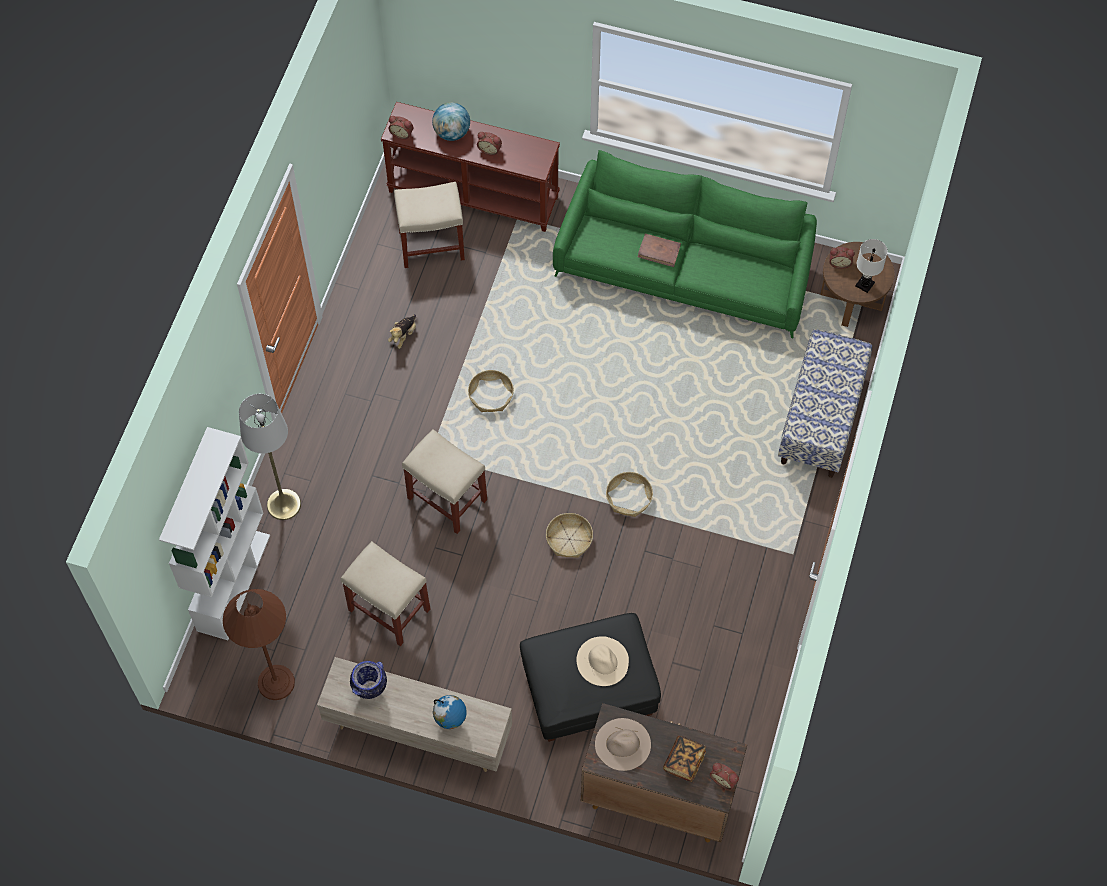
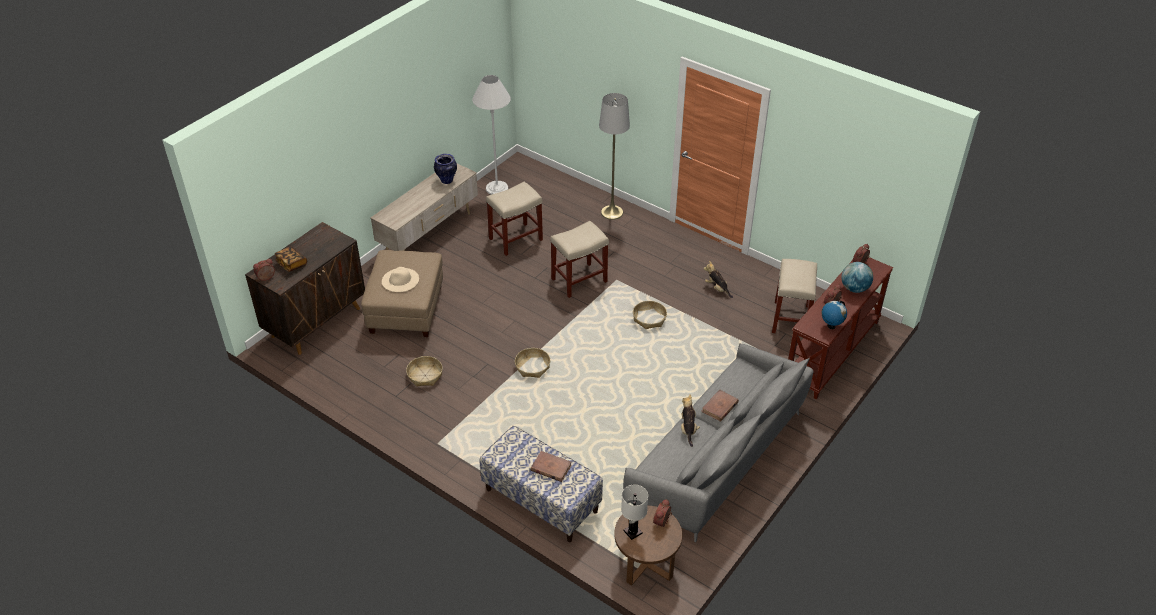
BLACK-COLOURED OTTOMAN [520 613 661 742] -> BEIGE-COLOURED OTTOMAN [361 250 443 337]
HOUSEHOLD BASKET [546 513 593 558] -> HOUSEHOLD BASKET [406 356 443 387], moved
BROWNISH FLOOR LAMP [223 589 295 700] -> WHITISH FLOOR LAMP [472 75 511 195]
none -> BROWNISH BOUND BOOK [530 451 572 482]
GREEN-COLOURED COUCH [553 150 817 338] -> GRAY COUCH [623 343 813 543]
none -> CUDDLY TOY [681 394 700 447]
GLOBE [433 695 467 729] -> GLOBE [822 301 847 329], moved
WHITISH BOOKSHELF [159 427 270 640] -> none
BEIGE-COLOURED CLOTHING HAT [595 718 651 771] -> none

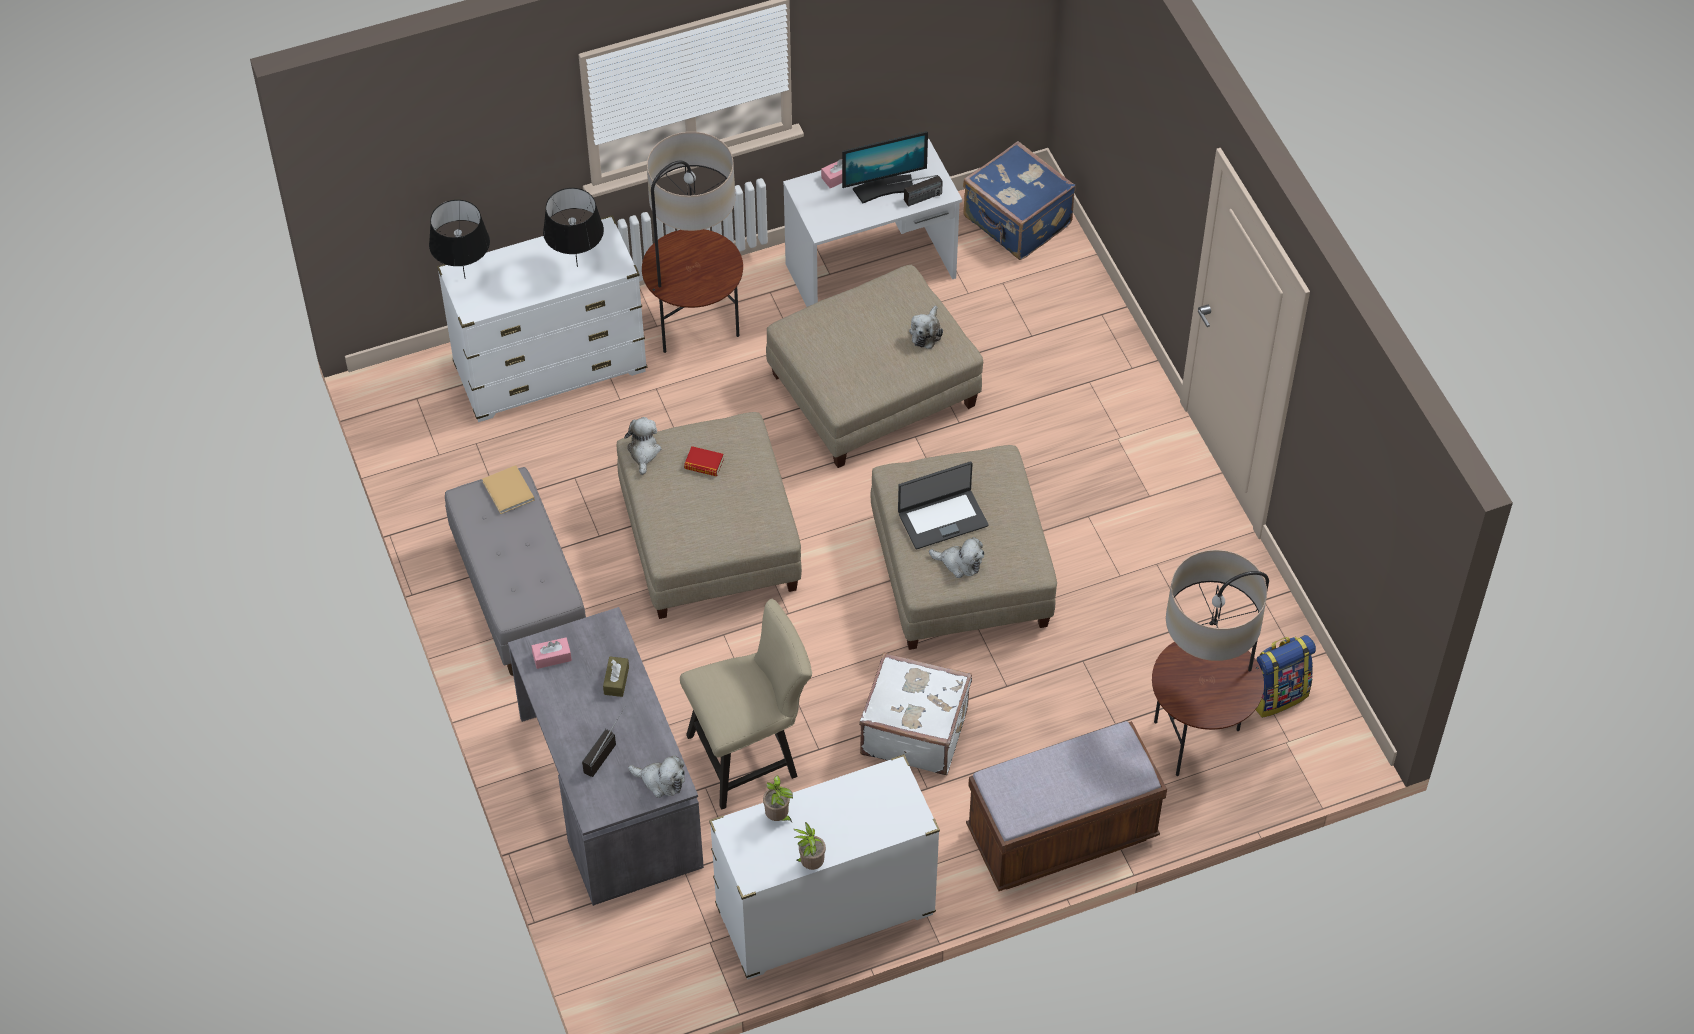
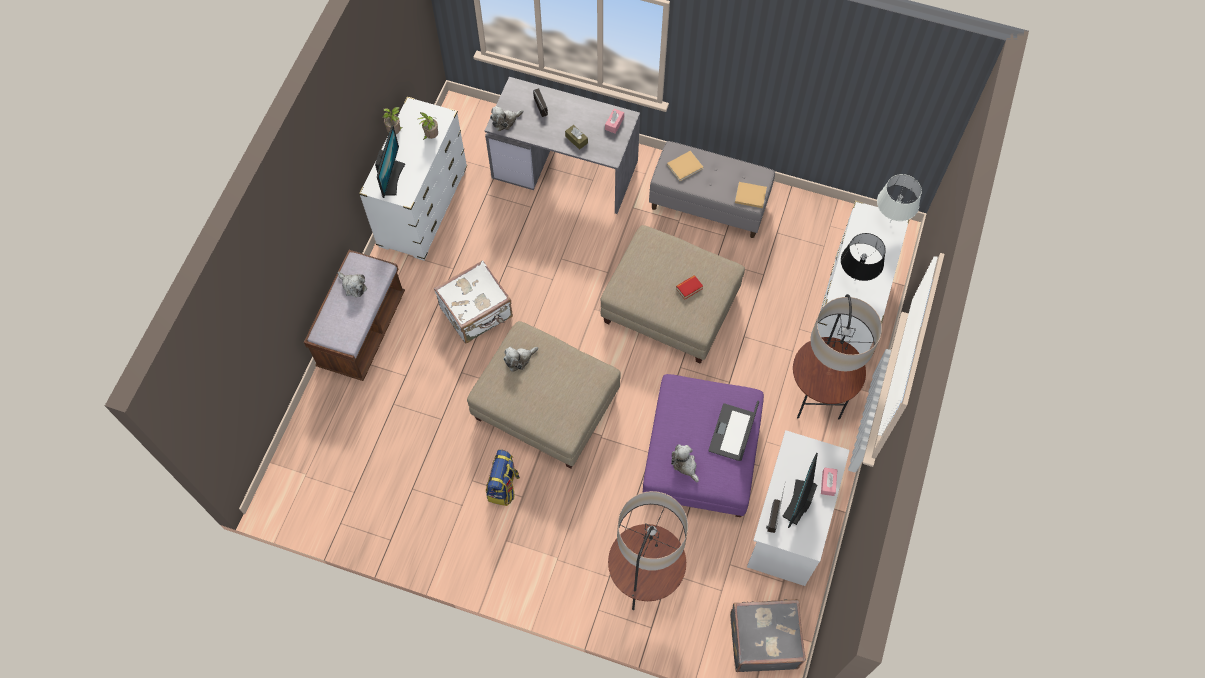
CUDDLY TOY [624 417 661 475] -> CUDDLY TOY [338 271 367 297], moved
none -> MONITOR [375 125 405 198]
KNAPSACK [1256 635 1316 718] -> KNAPSACK [486 449 520 506], moved
FLOOR LAMP [1152 550 1269 776] -> FLOOR LAMP [608 491 688 610], moved
BEIGE-COLOURED OTTOMAN [766 265 983 468] -> PURPLE OTTOMAN [643 374 764 517]
none -> BEIGE-COLOURED BOUND BOOK [667 151 703 181]
LAPTOP [898 461 989 549] -> LAPTOP [708 400 759 461], moved
BLUE TRAVEL CASE [963 141 1076 260] -> GRAY TRAVEL CASE [730 599 806 672]
BLACK-COLOURED LAMP FOR A TABLE [429 200 490 278] -> WHITISH LAMP FOR A TABLE [877 174 922 222]
BEIGE-COLOURED PLAIN CHAIR [680 599 812 810] -> none

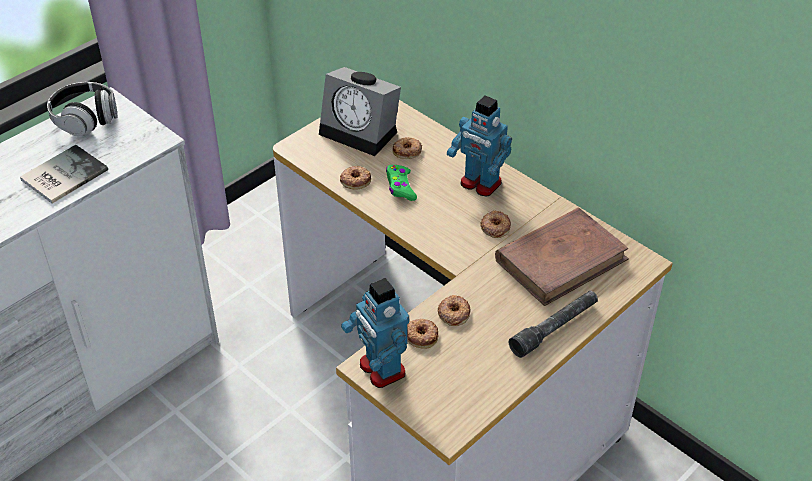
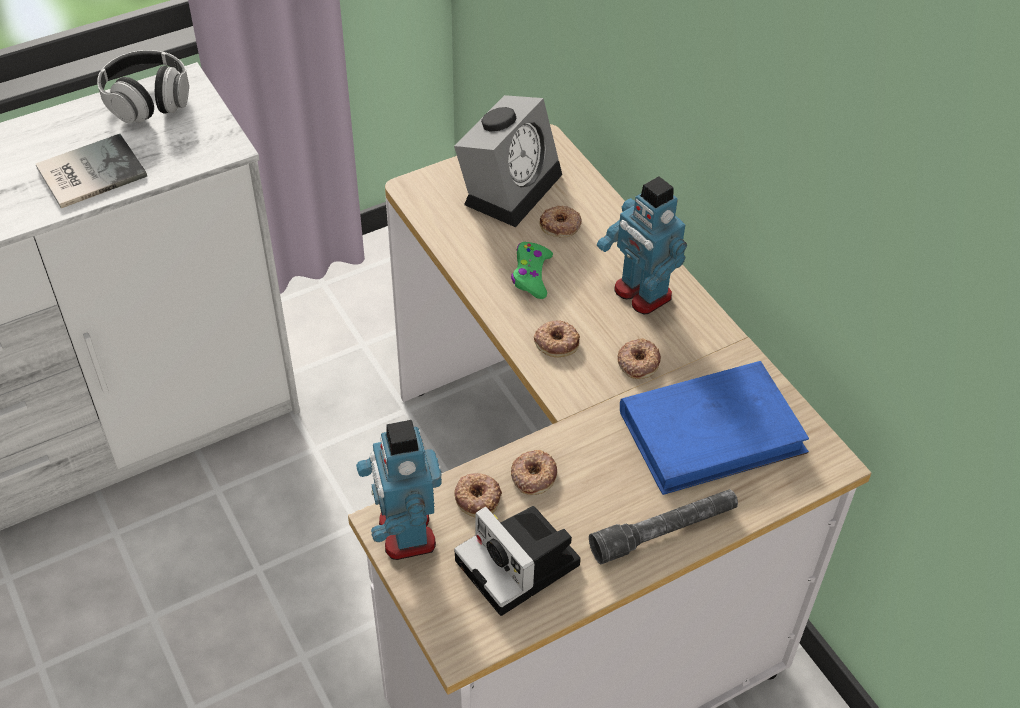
ALARM CLOCK [319 67 401 156] -> ALARM CLOCK [454 95 562 227], 105 degrees counterclockwise
none -> STILL CAMERA [454 506 581 616]
DONUT [340 166 371 189] -> DONUT [534 320 580 357], moved
BROWNISH BOUND BOOK [495 207 629 306] -> BLUE BOUND BOOK [620 361 809 495]

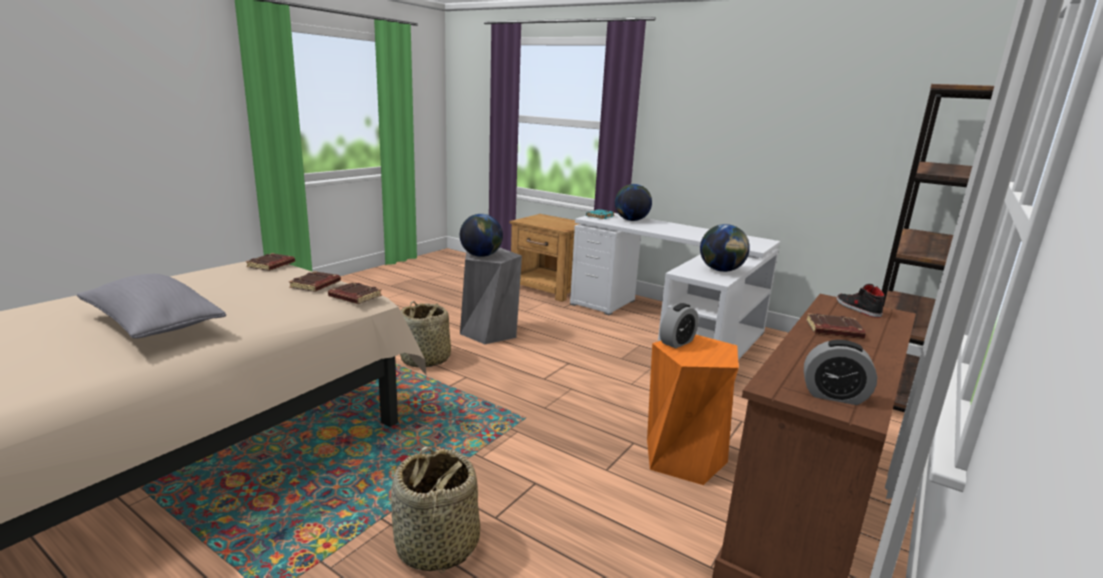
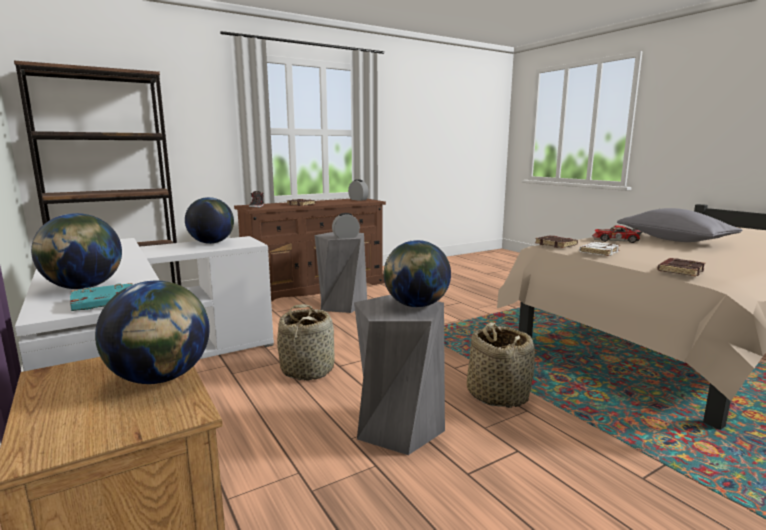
none -> GLOBE [95 281 210 384]
HOUSEHOLD BASKET [391 446 480 573] -> HOUSEHOLD BASKET [277 304 334 380], moved
ORANGE SITTING STOOL [647 334 739 485] -> GRAY SITTING STOOL [315 232 367 313]
BROWNISH BOUND BOOK [289 271 341 292] -> WHITISH BOUND BOOK [579 242 620 256]
none -> TOY CAR [592 225 643 243]

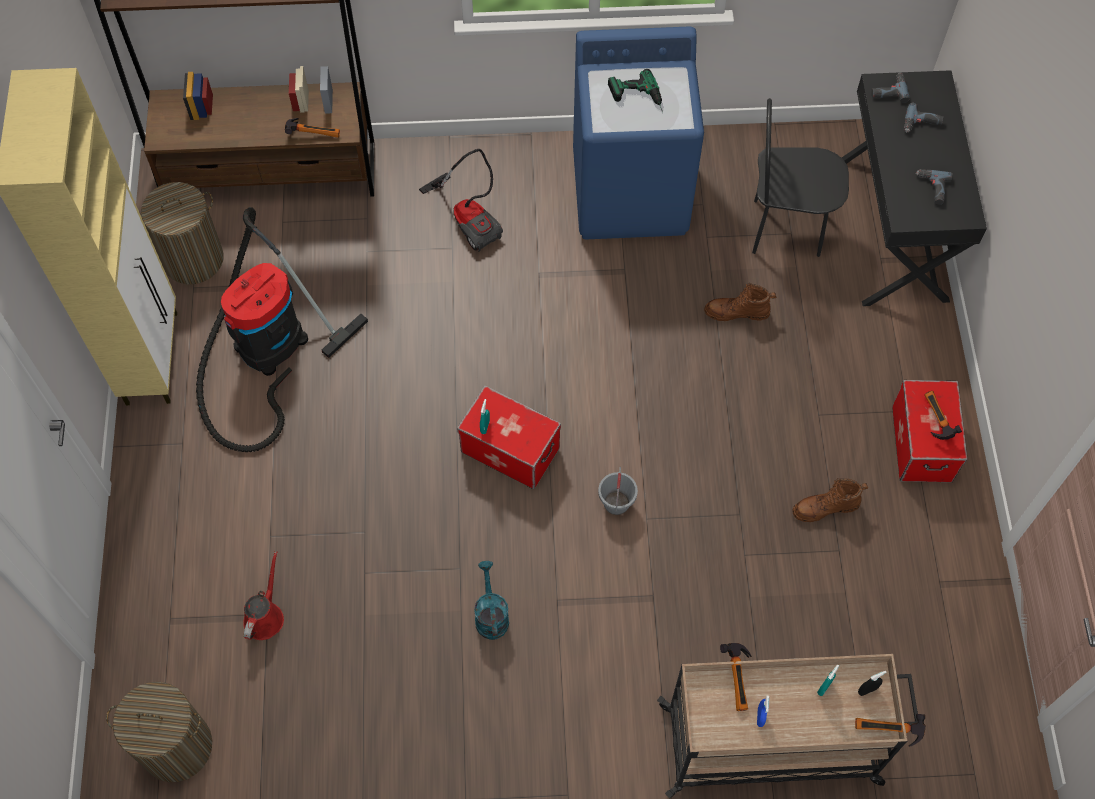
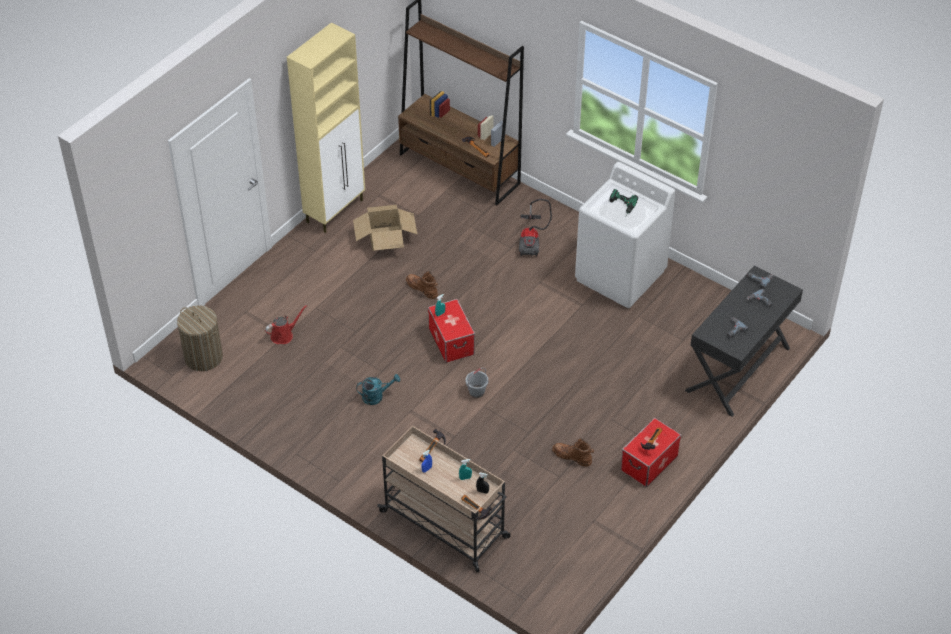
VACUUM CLEANER [196 207 368 452] -> CARDBOARD BOX [353 205 417 251]
BLUE-GREEN WATERING POT [474 561 509 640] -> BLUE-GREEN WATERING POT [356 374 400 405], 45 degrees clockwise
BROWNISH TALL BOOT [704 283 776 321] -> BROWNISH TALL BOOT [406 271 438 299], moved
BLUE LAUNDRY APPLIANCE [573 26 704 239] -> WHITISH LAUNDRY APPLIANCE [575 162 675 308]
WASHING BASKET [141 182 224 284] -> none
BLACK-COLOURED PLAIN CHAIR [752 98 849 257] -> none

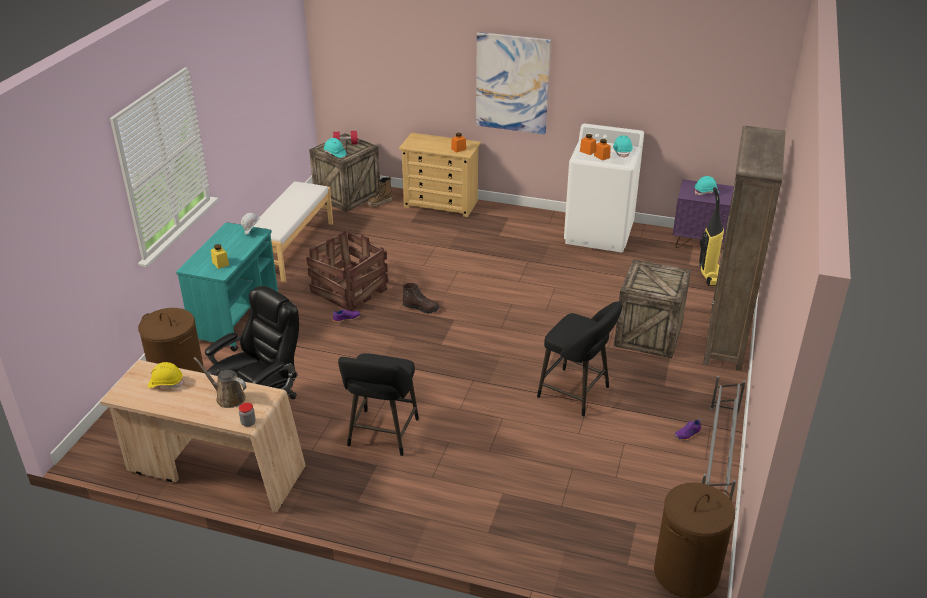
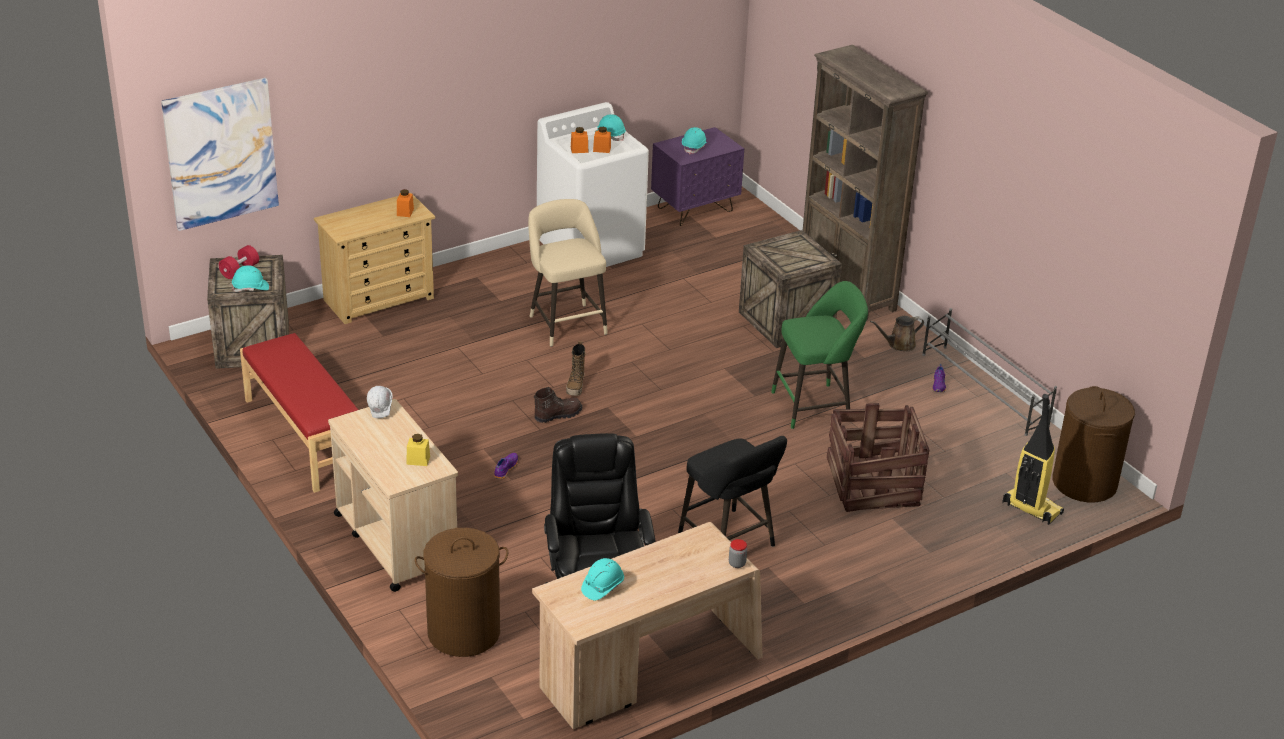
PICTURE [476 32 551 134] -> PICTURE [161 78 279 231], moved
WHITISH BENCH [254 182 333 282] -> RED BENCH [240 333 358 493]
BLUE-GREEN TROLLEY [176 222 278 352] -> BEIGE-COLOURED TROLLEY [328 399 458 592]
none -> BEIGE-COLOURED SITTING STOOL [528 199 608 347]
TALL BOOT [368 176 392 207] -> TALL BOOT [566 341 586 396], moved
YELLOW-COLOURED WORK HELMET [148 362 184 388] -> BLUE-GREEN WORK HELMET [581 558 624 600]
BLACK-COLOURED SITTING STOOL [537 301 622 417] -> GREEN-COLOURED SITTING STOOL [771 281 868 429]
CRATE [306 231 388 311] -> CRATE [827 403 929 512], moved
BROWNISH WATERING POT [193 357 247 408] -> BROWNISH WATERING POT [870 316 924 351], moved
VACUUM CLEANER [699 187 724 286] -> VACUUM CLEANER [1002 394 1064 525], moved

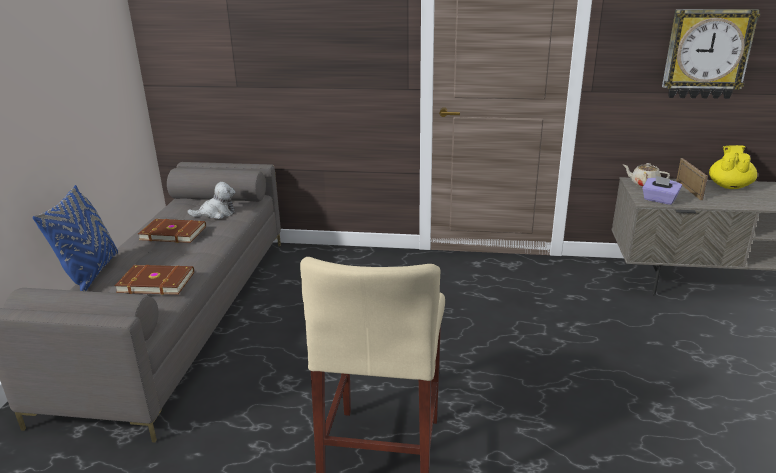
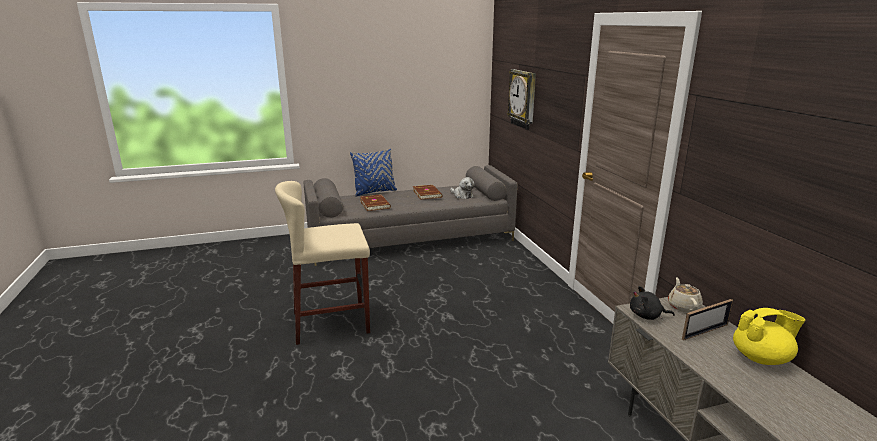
HANGING CLOCK [662 9 760 99] -> HANGING CLOCK [507 69 536 130], moved
PURPLE TISSUE HOLDER [642 176 682 205] -> BLACK-COLOURED CUDDLY TOY [630 286 675 320]

